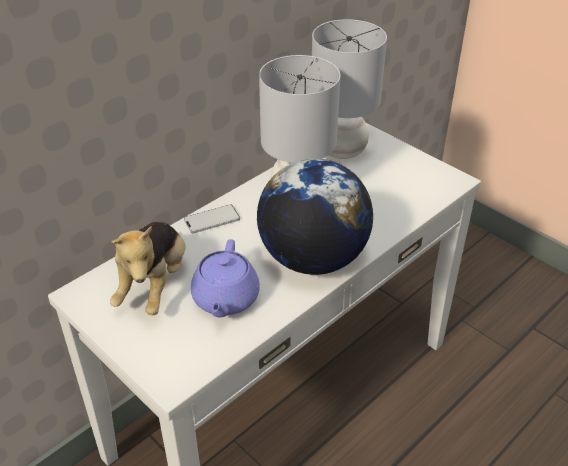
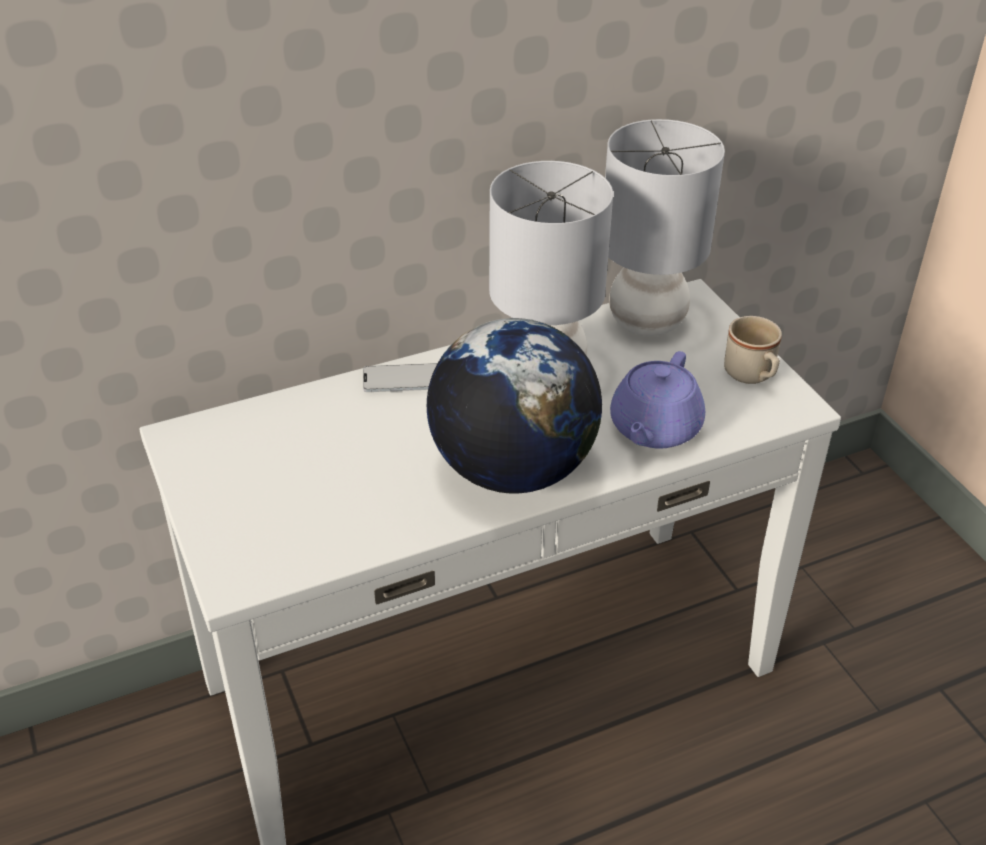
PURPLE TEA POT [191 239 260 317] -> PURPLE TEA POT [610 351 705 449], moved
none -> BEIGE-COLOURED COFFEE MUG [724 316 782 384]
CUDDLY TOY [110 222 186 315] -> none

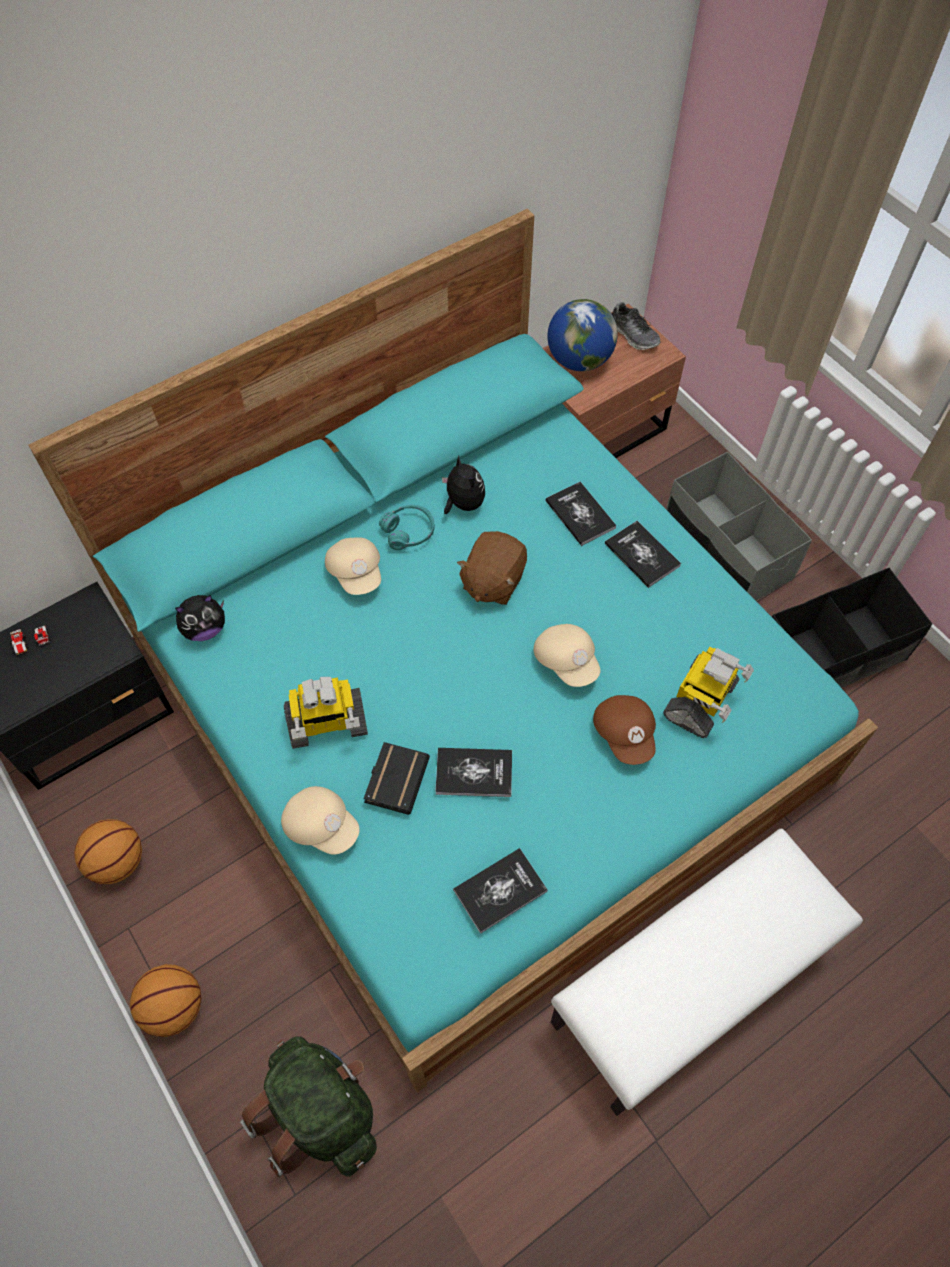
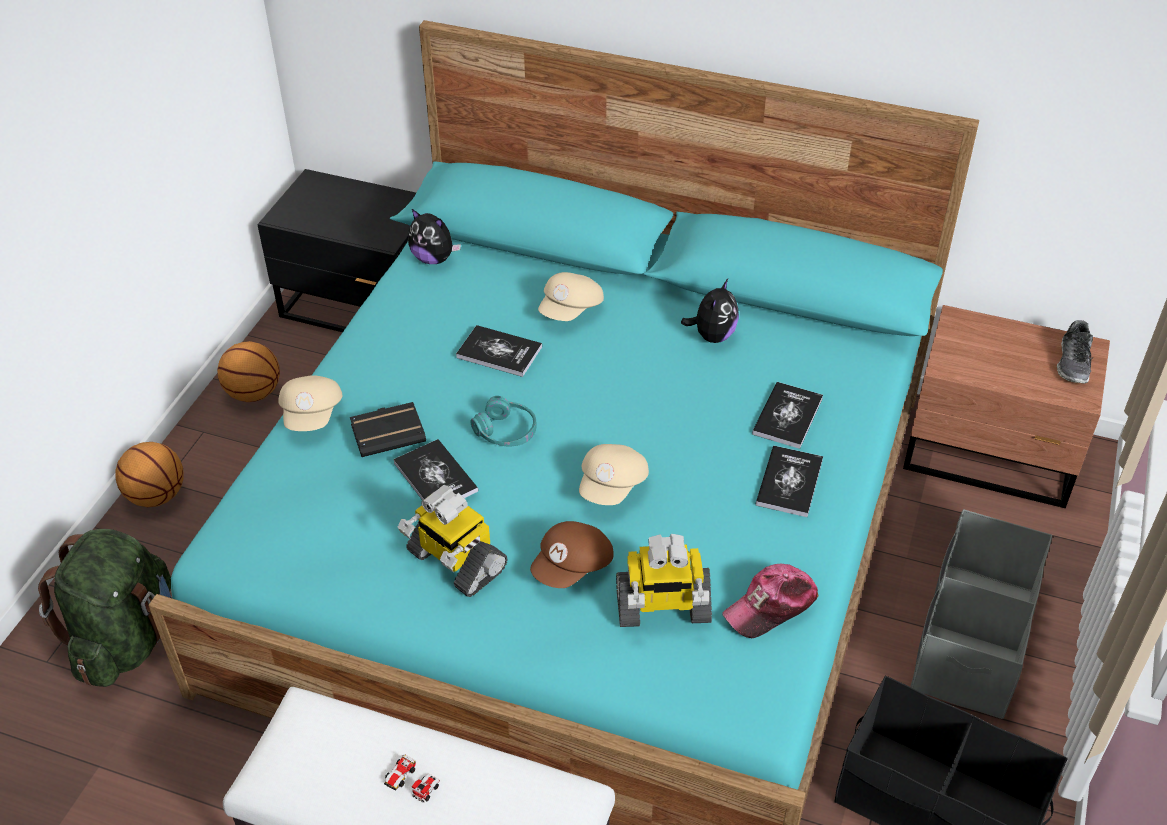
TOY CAR [10 626 51 656] -> TOY CAR [384 754 440 803], moved
ROBOT FIGURE [284 677 368 749] -> ROBOT FIGURE [398 485 508 597], moved
BOUND BOOK [453 848 548 934] -> BOUND BOOK [456 325 542 377], moved
BLUE-GREEN HEADPHONES [379 505 435 550] -> BLUE-GREEN HEADPHONES [470 396 537 447], moved
none -> BASEBALL CAP [722 563 819 638]
BROWNISH CUDDLY TOY [457 531 527 605] -> none
GLOBE [548 299 618 371] -> none

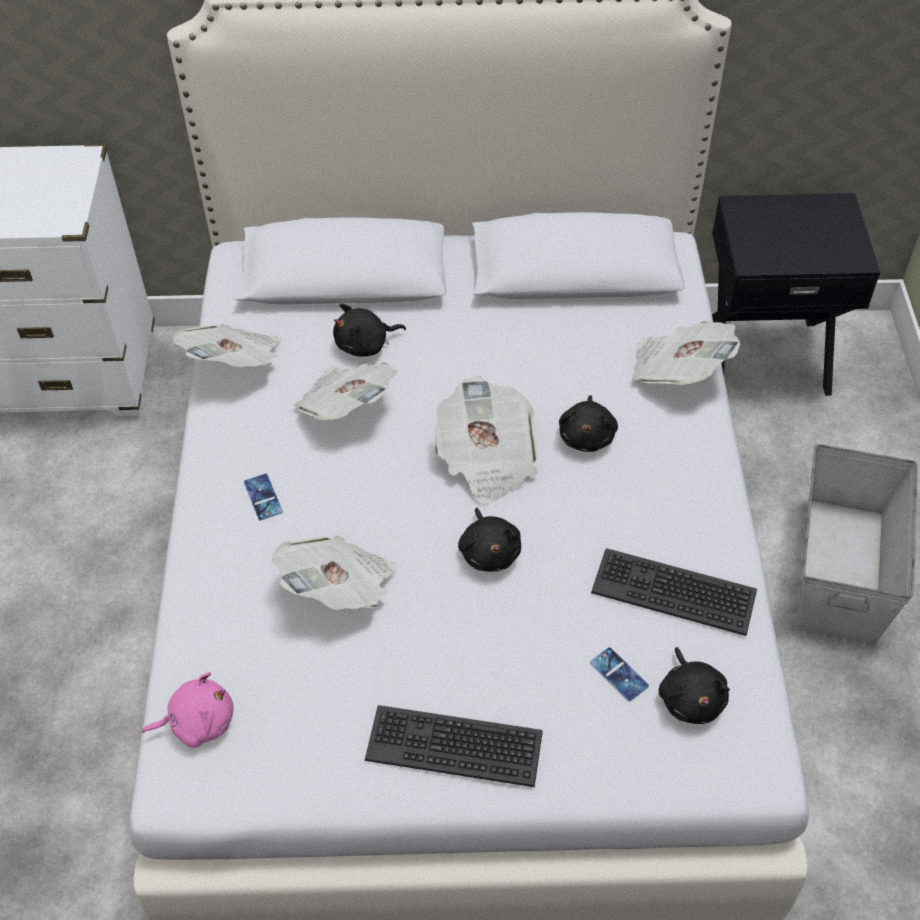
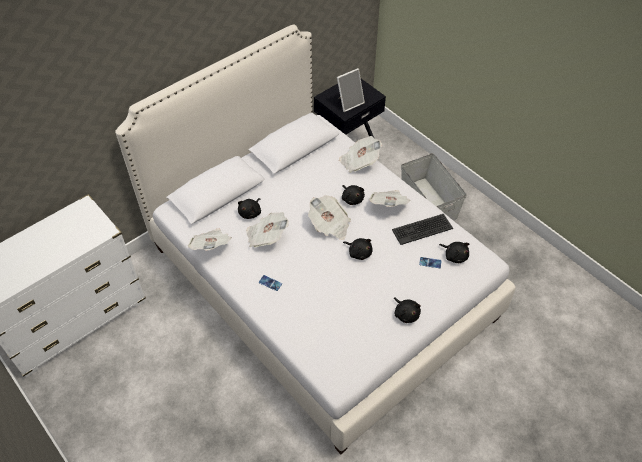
none -> PICTURE FRAME [337 68 365 112]
DAILY PAPER [272 536 397 610] -> DAILY PAPER [369 190 411 207], moved
PC KEYBOARD [365 705 543 787] -> BLACK-COLOURED CUDDLY TOY [394 297 421 323]
PINK-COLOURED CUDDLY TOY [142 672 234 748] -> none

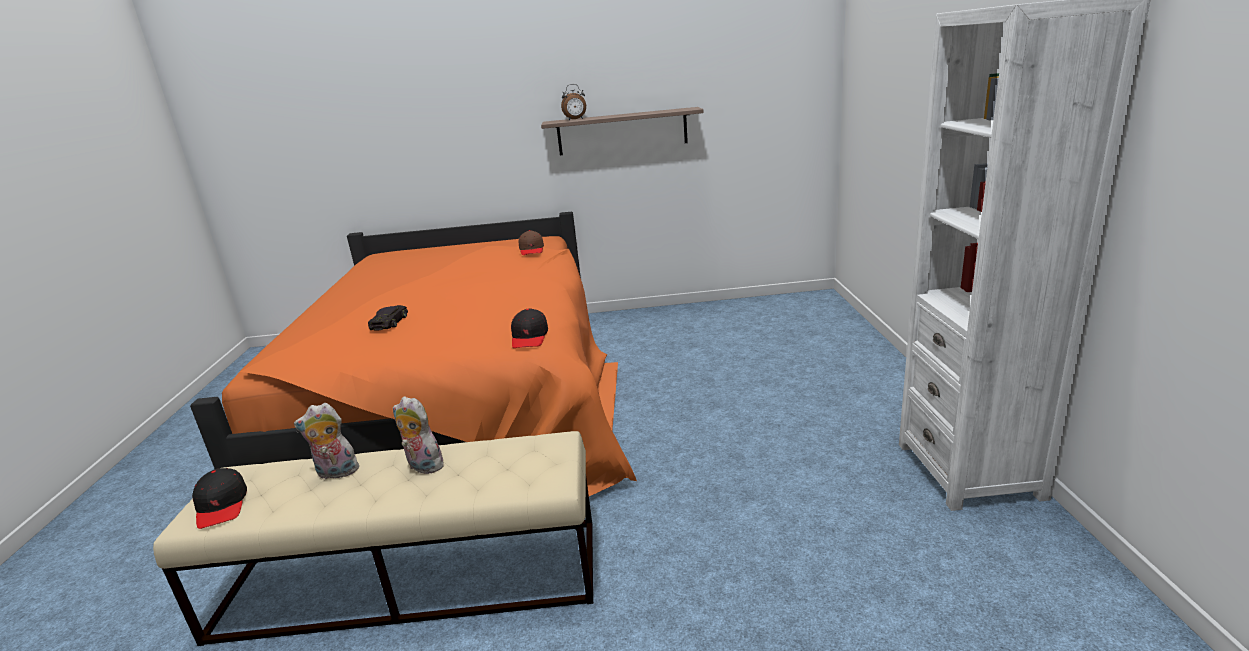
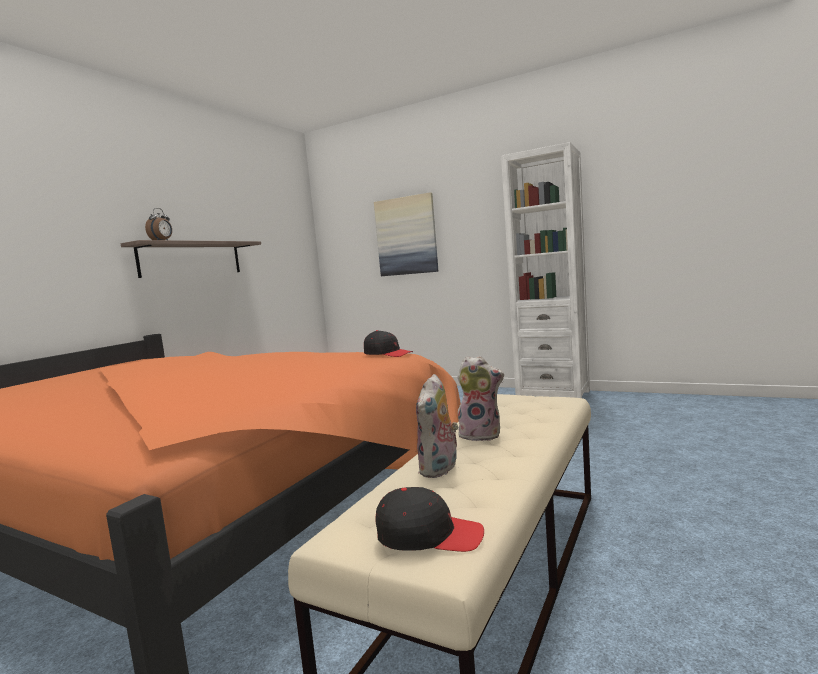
none -> PICTURE [374 192 438 276]
CUDDLY TOY [393 396 443 474] -> CUDDLY TOY [457 356 504 441], 135 degrees counterclockwise
BLACK-COLOURED TOY CAR [368 305 408 330] -> none
BROWNISH BASEBALL CAP [519 230 544 255] -> none

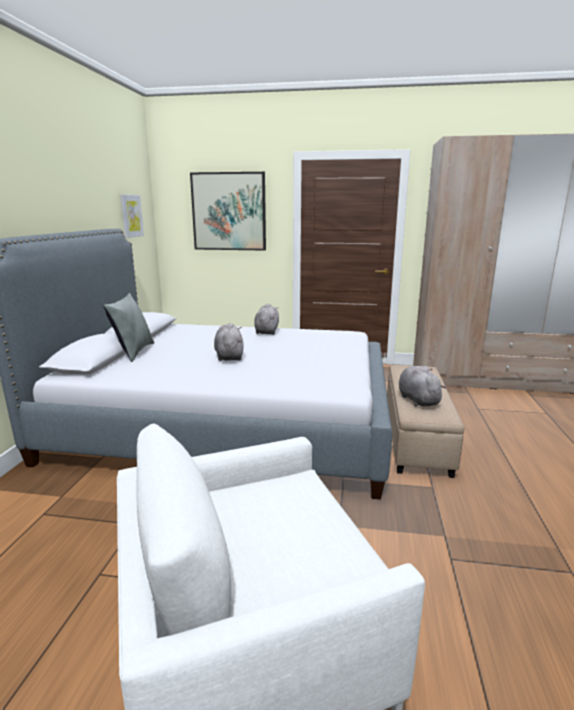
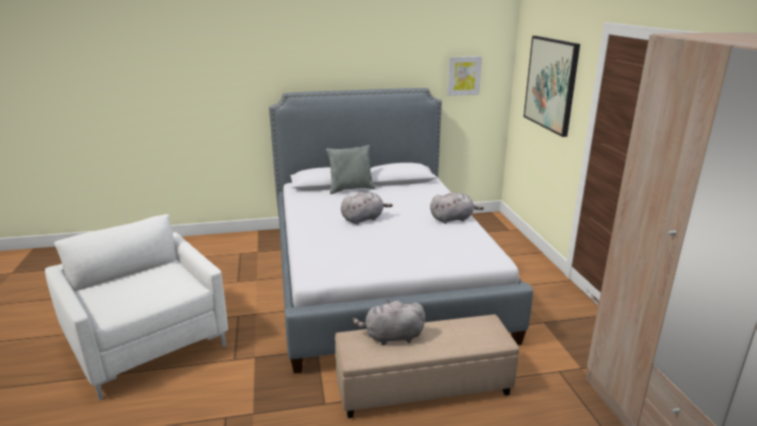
GRAY CUDDLY TOY [399 366 446 406] -> GRAY CUDDLY TOY [353 300 426 345], 150 degrees counterclockwise

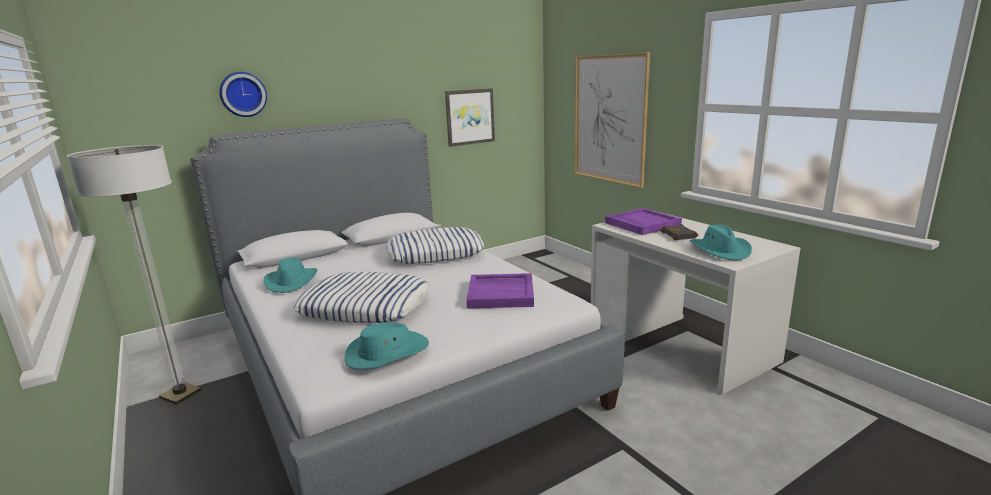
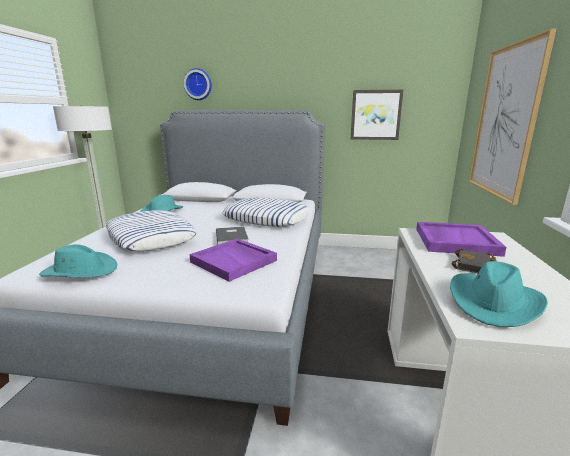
none -> GRAY BOUND BOOK [216 226 248 245]

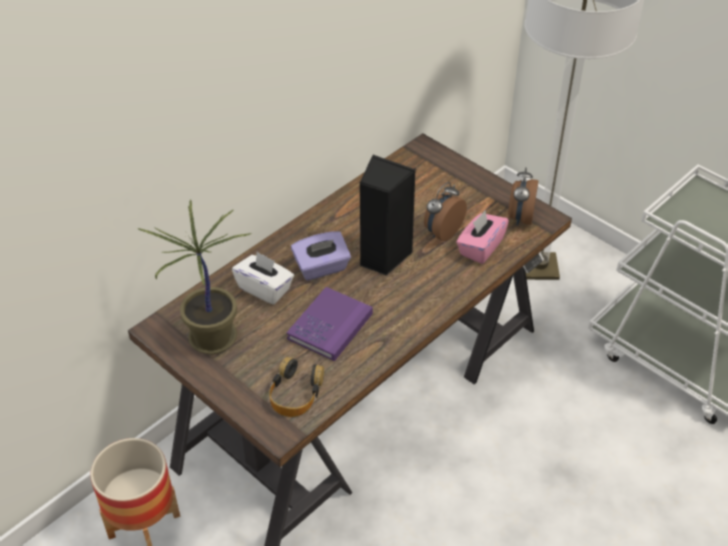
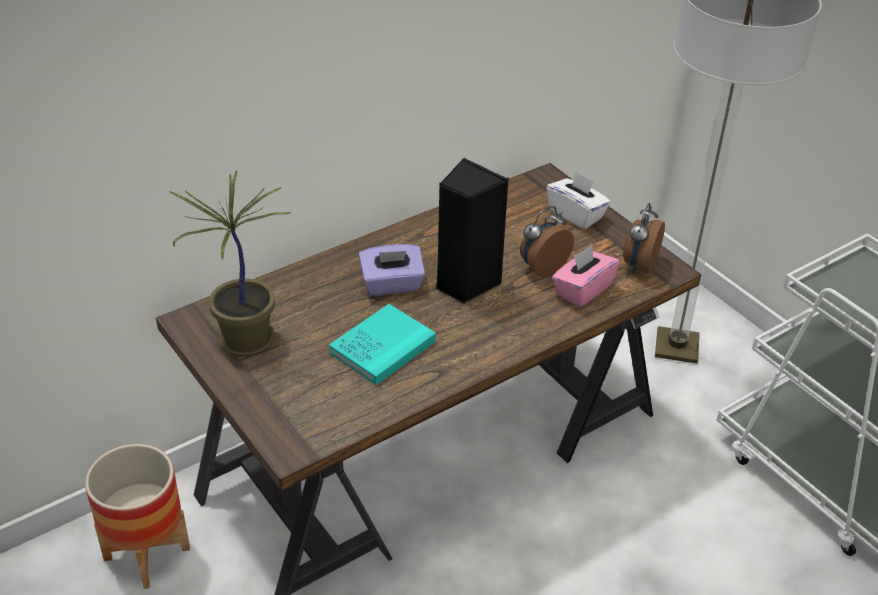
PURPLE BOUND BOOK [286 287 373 361] -> BLUE-GREEN BOUND BOOK [329 304 436 385]
WHITISH TISSUE HOLDER [232 251 294 305] -> WHITISH TISSUE HOLDER [546 171 611 229], moved
HEADPHONES [269 357 324 417] -> none

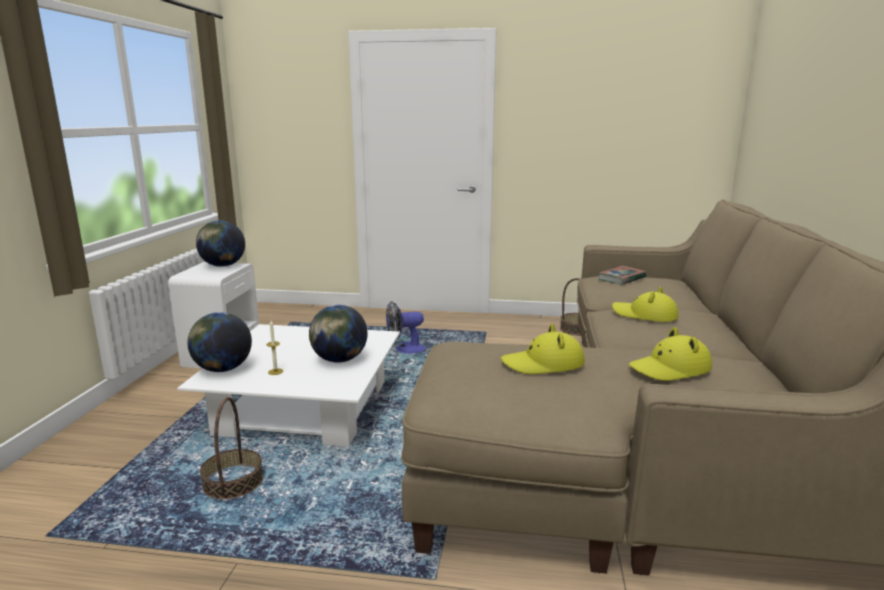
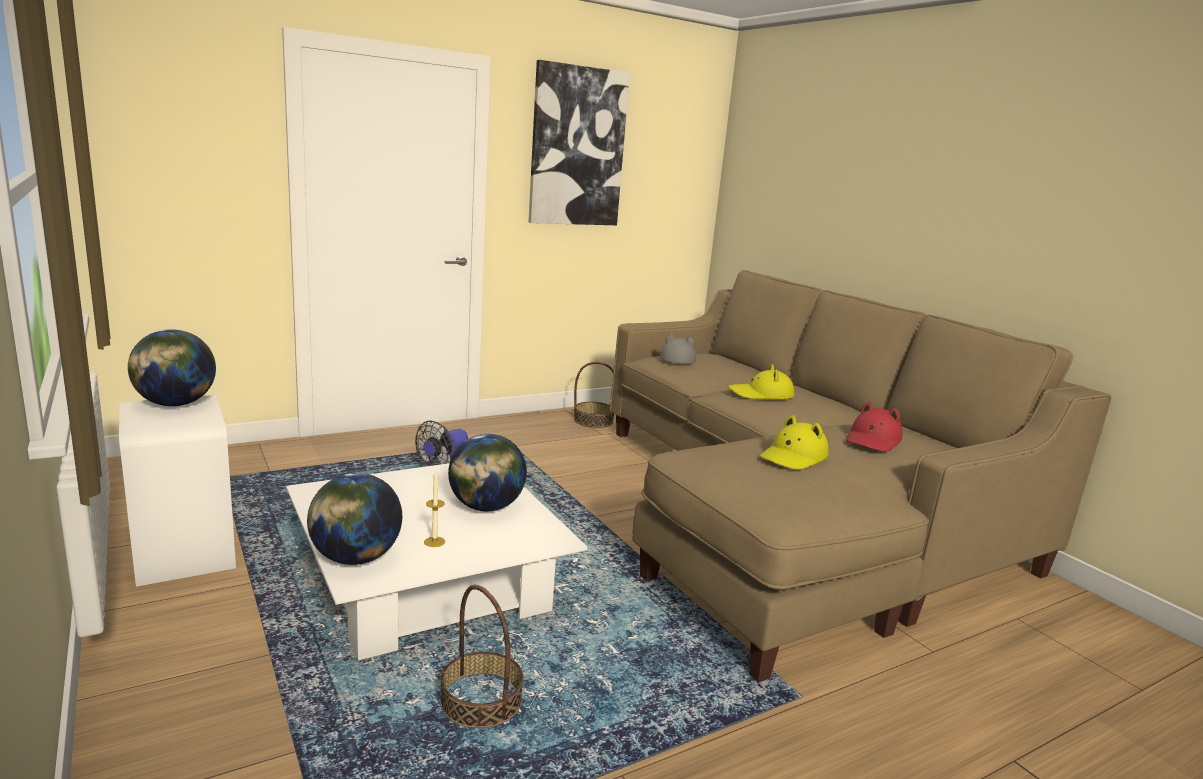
none -> PICTURE [529 60 630 225]
BOUND BOOK [598 266 646 285] -> GRAY CLOTHING HAT [660 334 696 364]
YELLOW-COLOURED CLOTHING HAT [629 327 712 381] -> RED CLOTHING HAT [846 402 902 452]

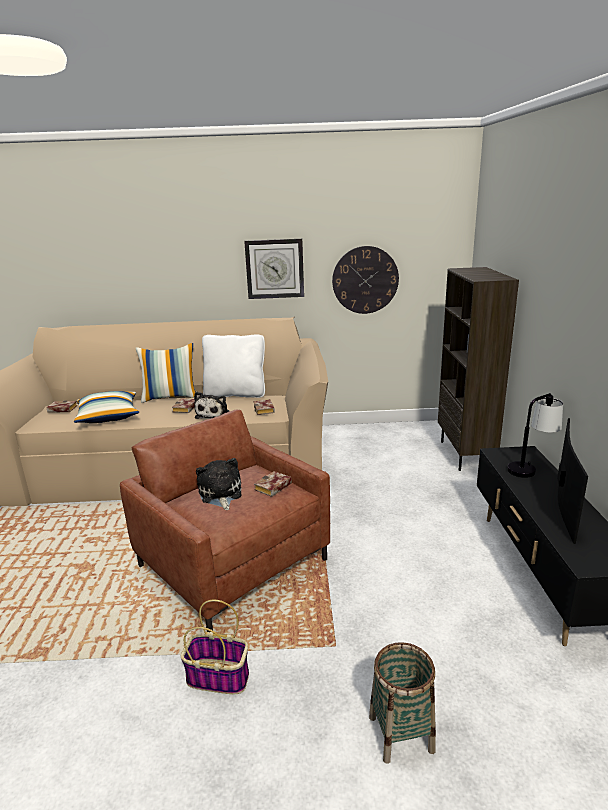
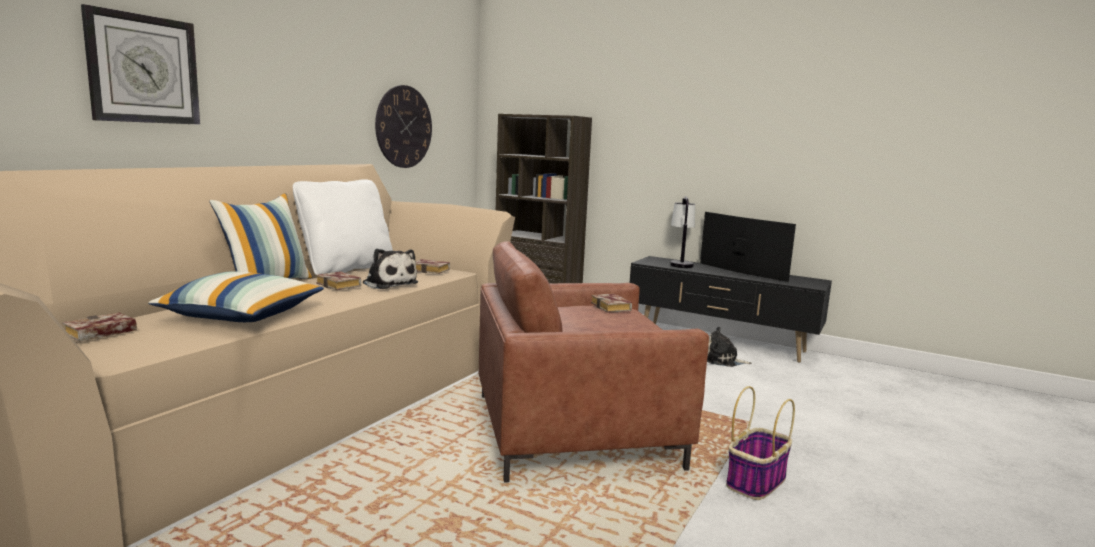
HANGING CLOCK [244 239 304 299] -> HANGING CLOCK [81 4 200 125], moved
CUDDLY TOY [196 458 241 510] -> CUDDLY TOY [707 327 752 367], moved
HOUSEHOLD BASKET [369 642 436 764] -> none

